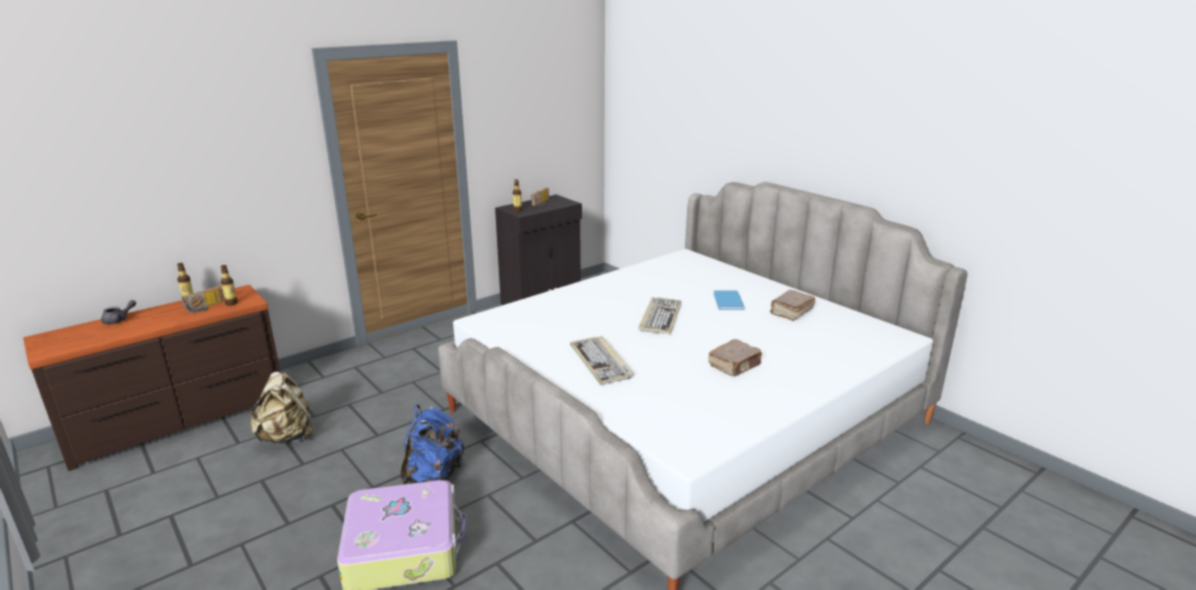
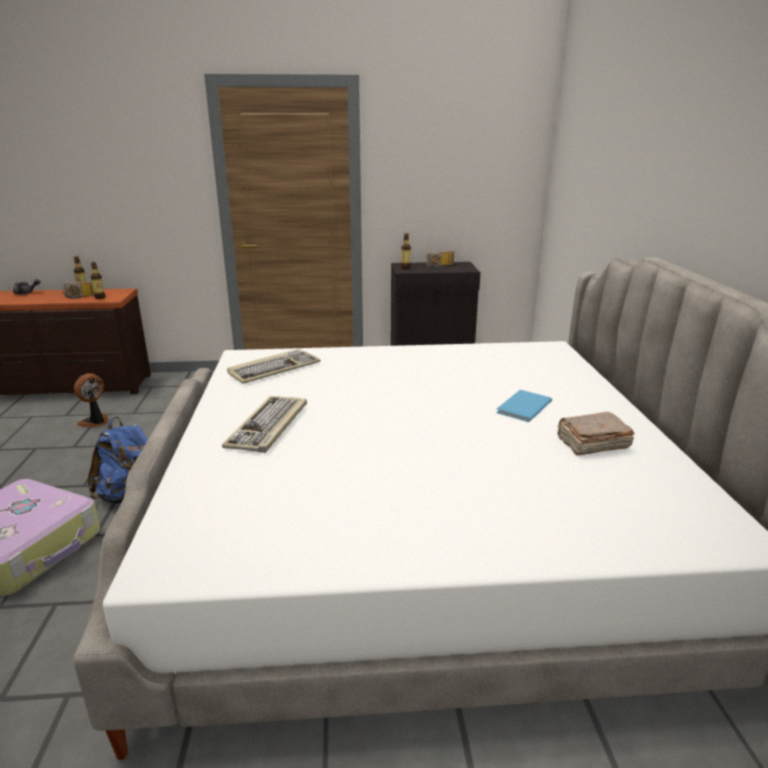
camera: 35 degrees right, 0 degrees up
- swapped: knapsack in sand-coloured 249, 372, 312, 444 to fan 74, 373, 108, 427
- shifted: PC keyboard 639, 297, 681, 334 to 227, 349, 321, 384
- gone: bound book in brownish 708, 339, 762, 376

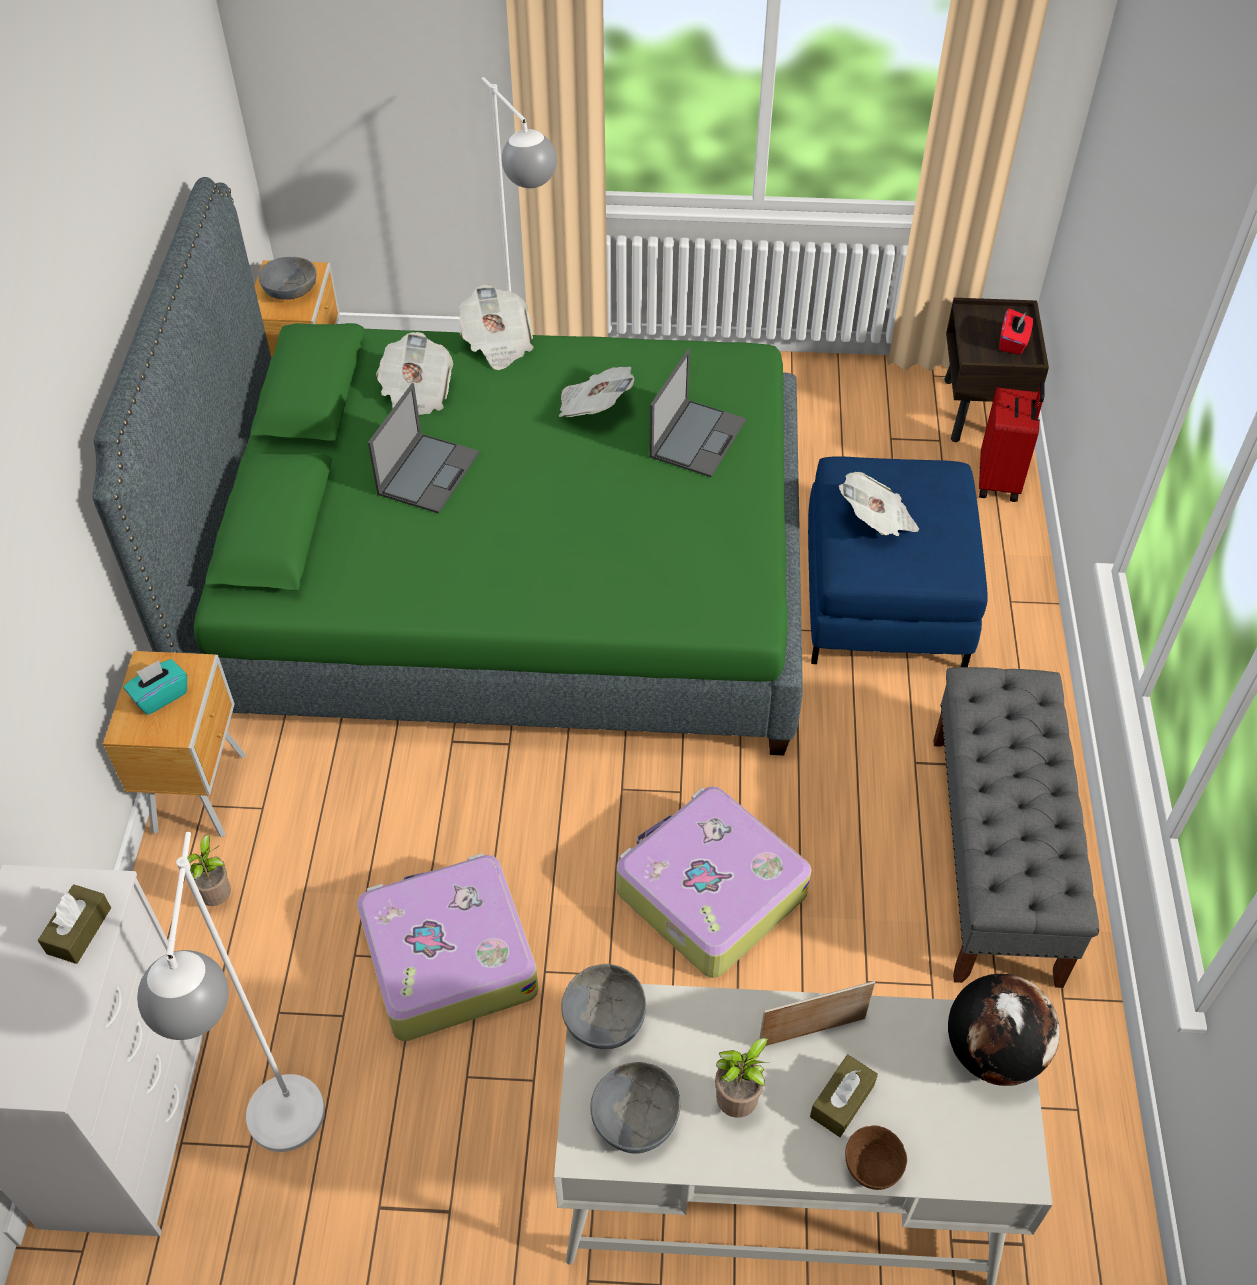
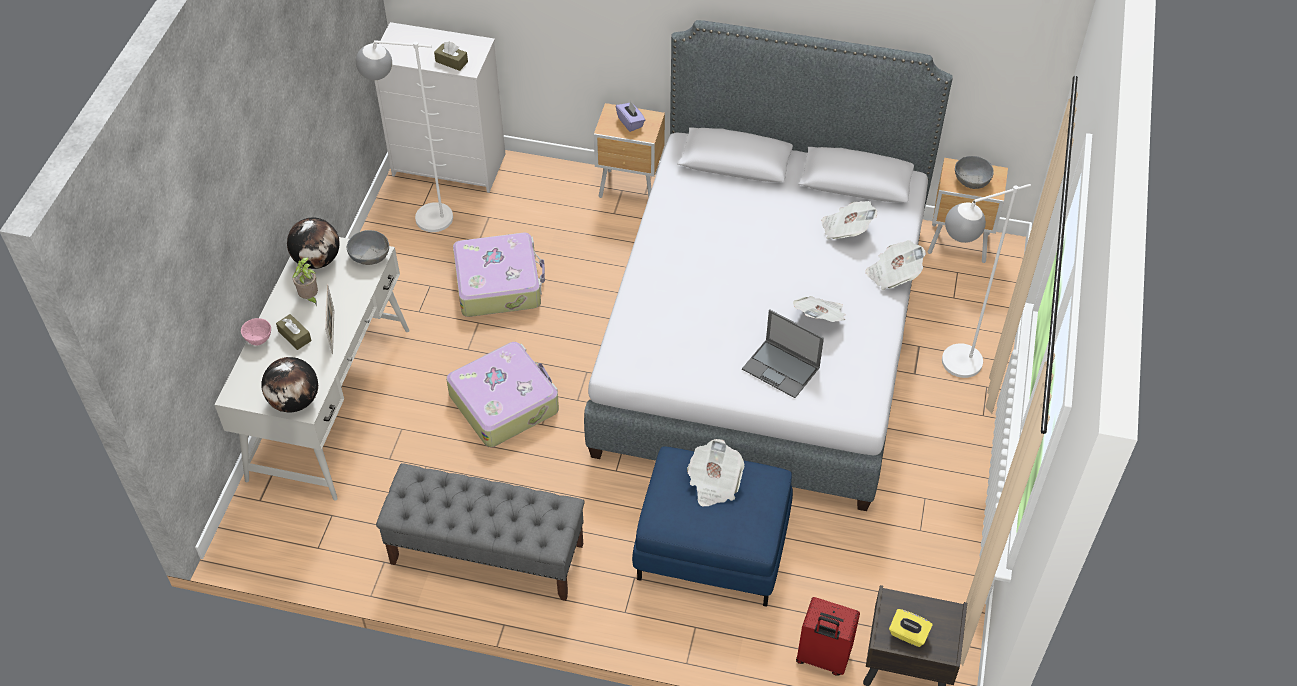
camera: 100 degrees right, 0 degrees up
- repainted: bedroom bed in green 92, 177, 803, 755 to bedroom bed in greyish 584, 20, 953, 511
- repainted: tissue box in turquoise-coloured 123, 659, 187, 715 to tissue box in purplish 616, 101, 645, 132
- gone: plant in a pot 187, 834, 231, 906
- gone: portable computer 368, 383, 479, 513
- swapped: deep dish in greyish 590, 1062, 680, 1154 to globe 287, 217, 340, 269
- repainted: deep dish in brownish 845, 1126, 907, 1190 to deep dish in pink 241, 318, 271, 345
- repainted: tissue box in red-coloured 999, 308, 1033, 355 to tissue box in yellow-coloured 889, 609, 933, 647

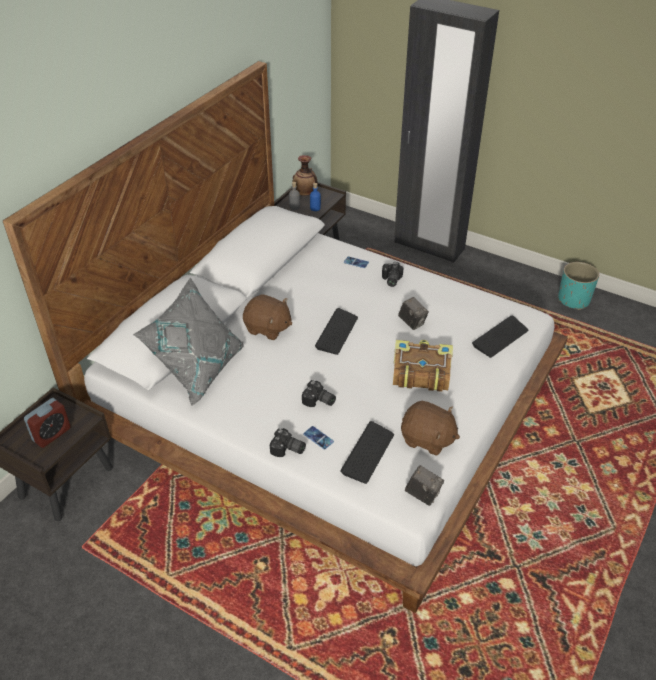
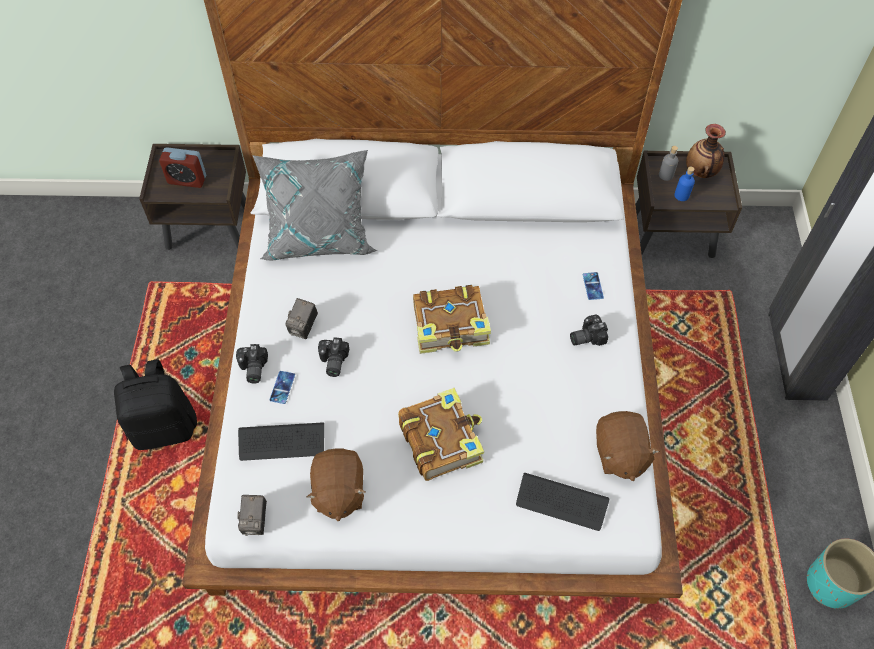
camera: 60 degrees right, 15 degrees up
- shifted: soft toy in brownish 243, 294, 292, 340 to 596, 411, 660, 481
- swapped: PC keyboard 315, 308, 358, 355 to bound book 413, 285, 491, 354
- shifted: photo camera 398, 297, 429, 330 to 286, 298, 318, 339
- new: knapsack in black-coloured 114, 359, 197, 450

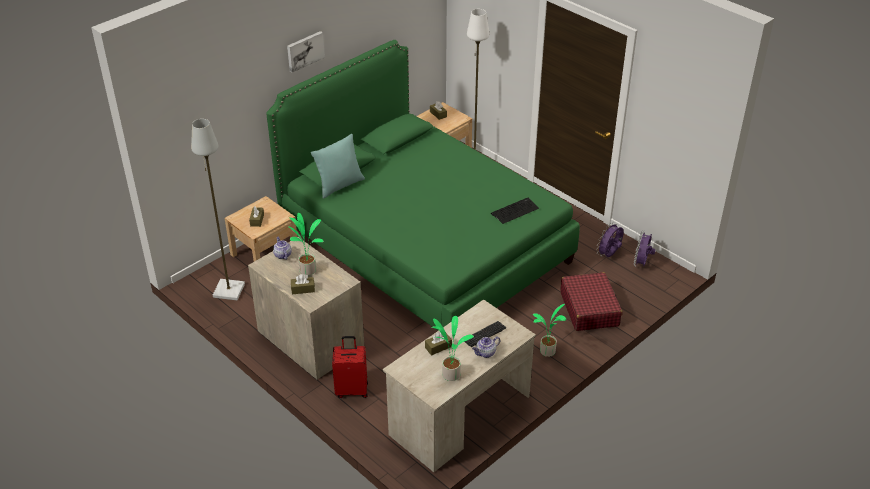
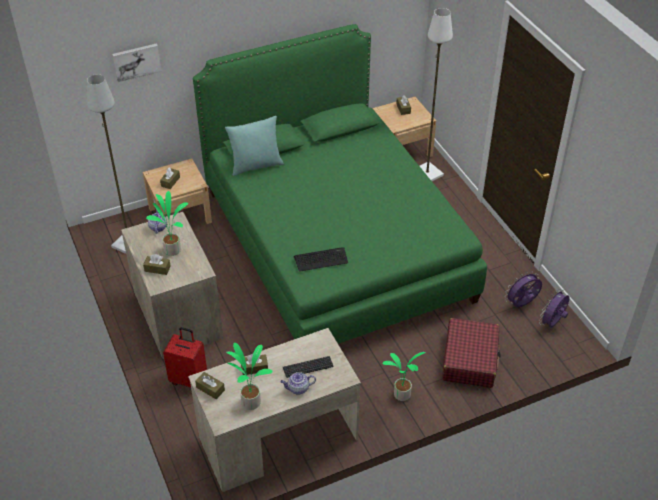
camera: 20 degrees right, 5 degrees up
- shifted: wall art 287, 31, 325, 73 to 112, 43, 162, 82
- shifted: PC keyboard 491, 198, 539, 224 to 294, 247, 348, 272
- new: tissue box in brownish 195, 372, 225, 399

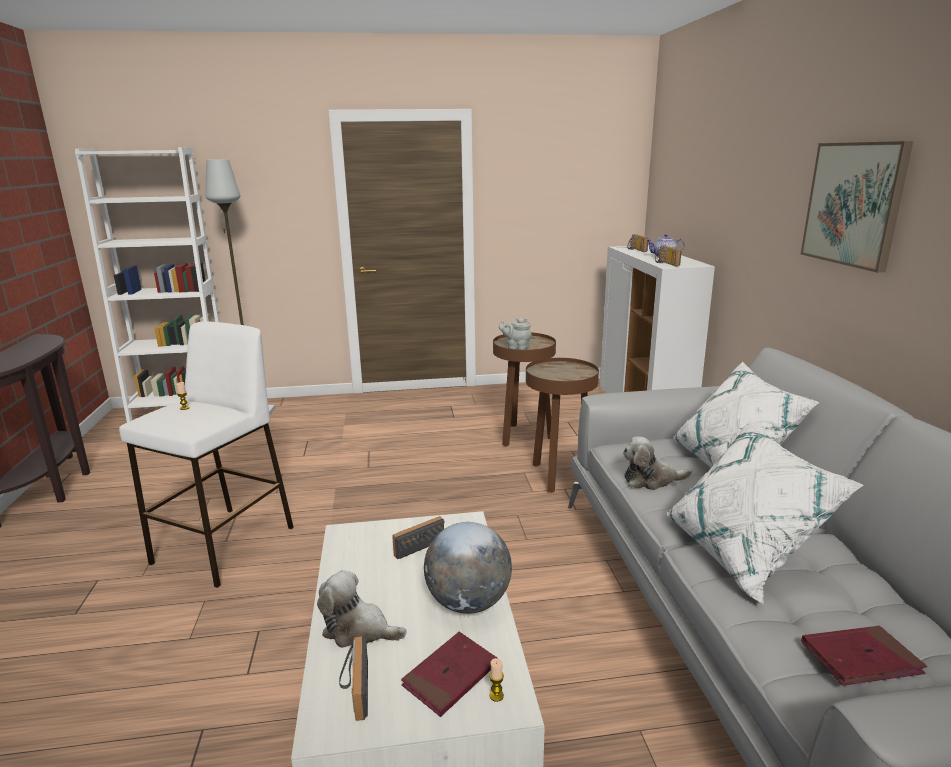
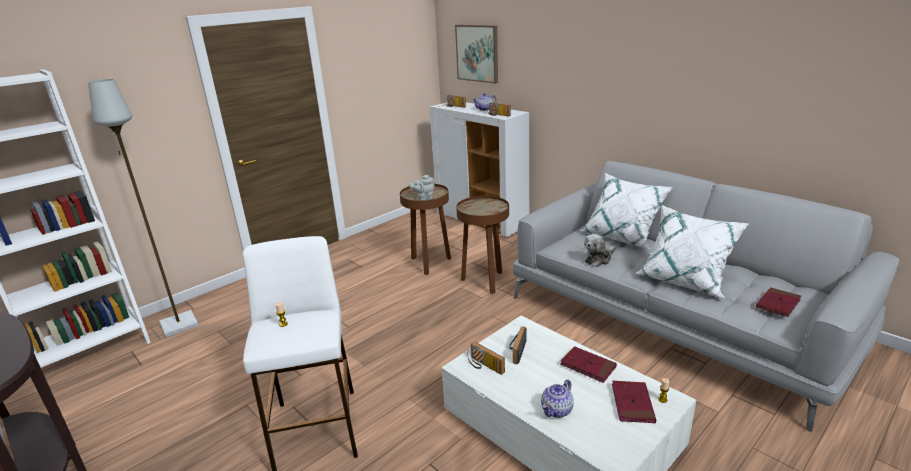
camera: 35 degrees left, 5 degrees up
- swapped: soft toy 317, 570, 407, 648 to teapot 541, 379, 574, 418
- shifted: radio 339, 636, 368, 721 to 467, 342, 505, 375
- swapped: globe 424, 522, 512, 614 to bound book in red-coloured 560, 346, 617, 383
- shifted: wall art 801, 141, 913, 273 to 455, 25, 498, 84

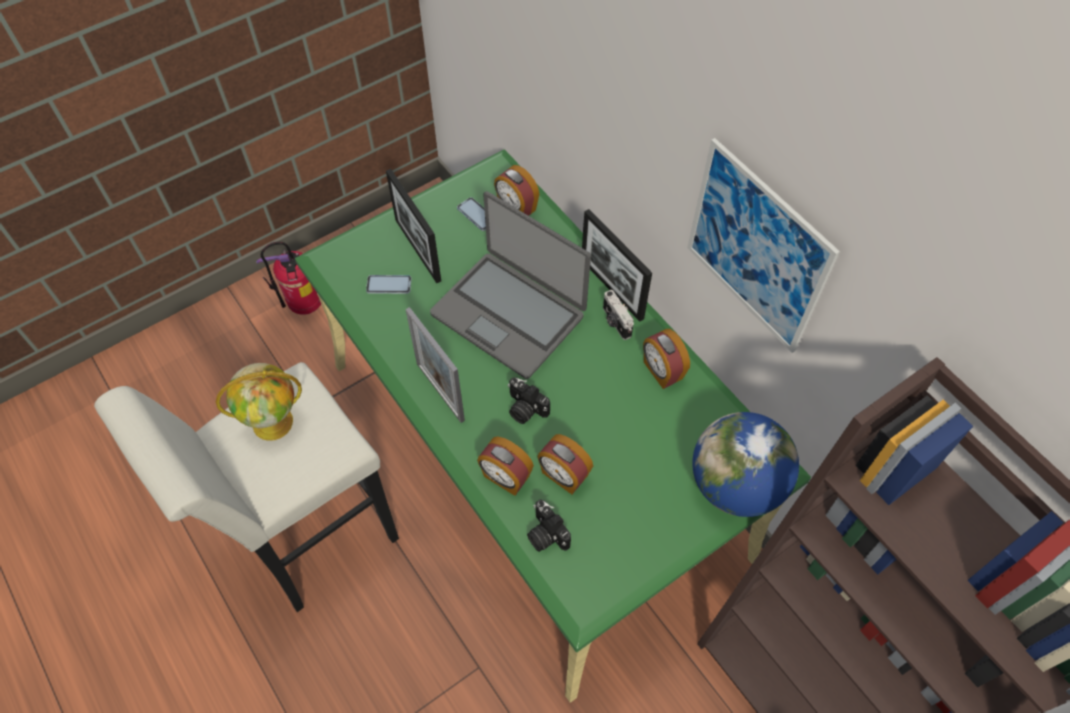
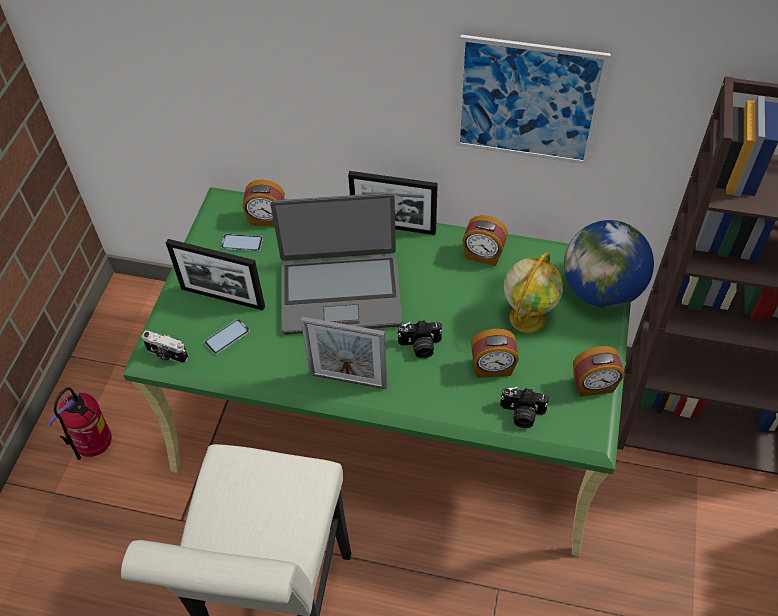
camera: 40 degrees left, 5 degrees down
- shifted: globe 216, 363, 302, 441 to 504, 253, 563, 333
- shifted: table clock 477, 436, 534, 496 to 573, 346, 624, 397
- shifted: photo camera 603, 290, 634, 340 to 141, 330, 189, 364

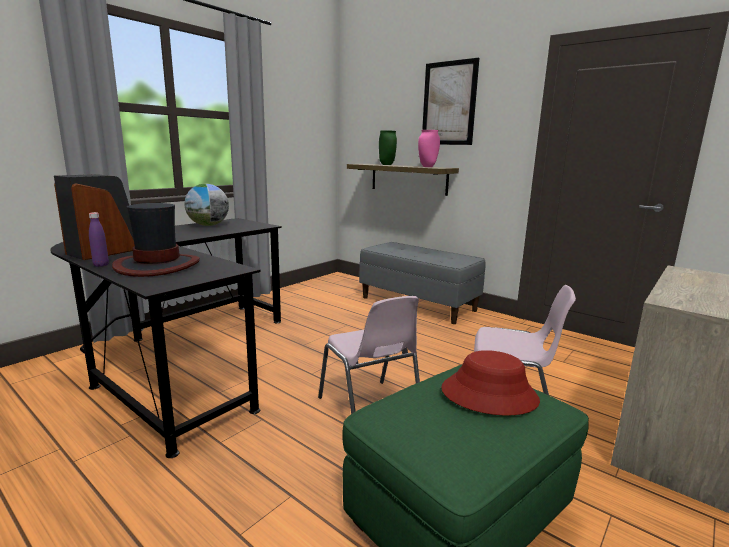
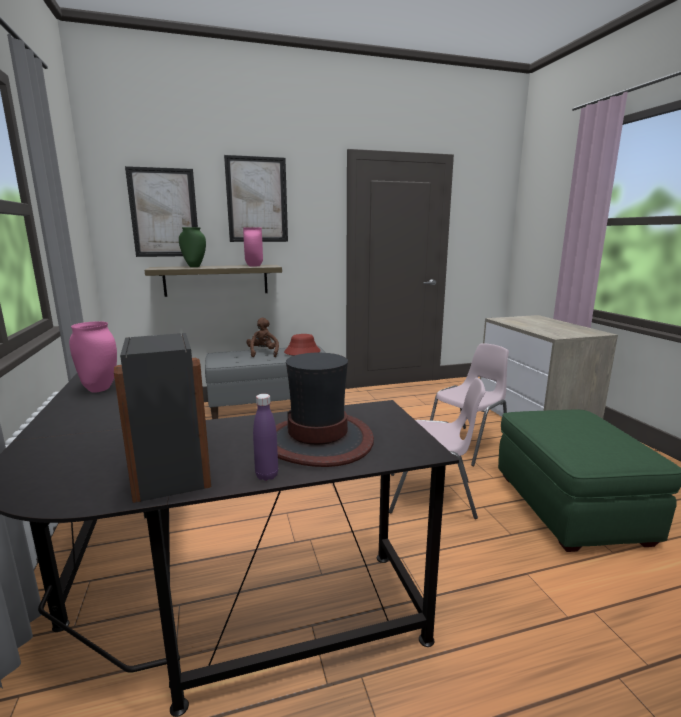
camera: 55 degrees left, 0 degrees up
- swapped: globe 184, 184, 229, 226 to flower vase in pink 69, 321, 117, 393
- shifted: clothing hat in red-coloured 441, 350, 540, 416 to 284, 334, 321, 355
- new: wall art 125, 166, 198, 257
- new: soft toy in brownish 246, 317, 279, 357

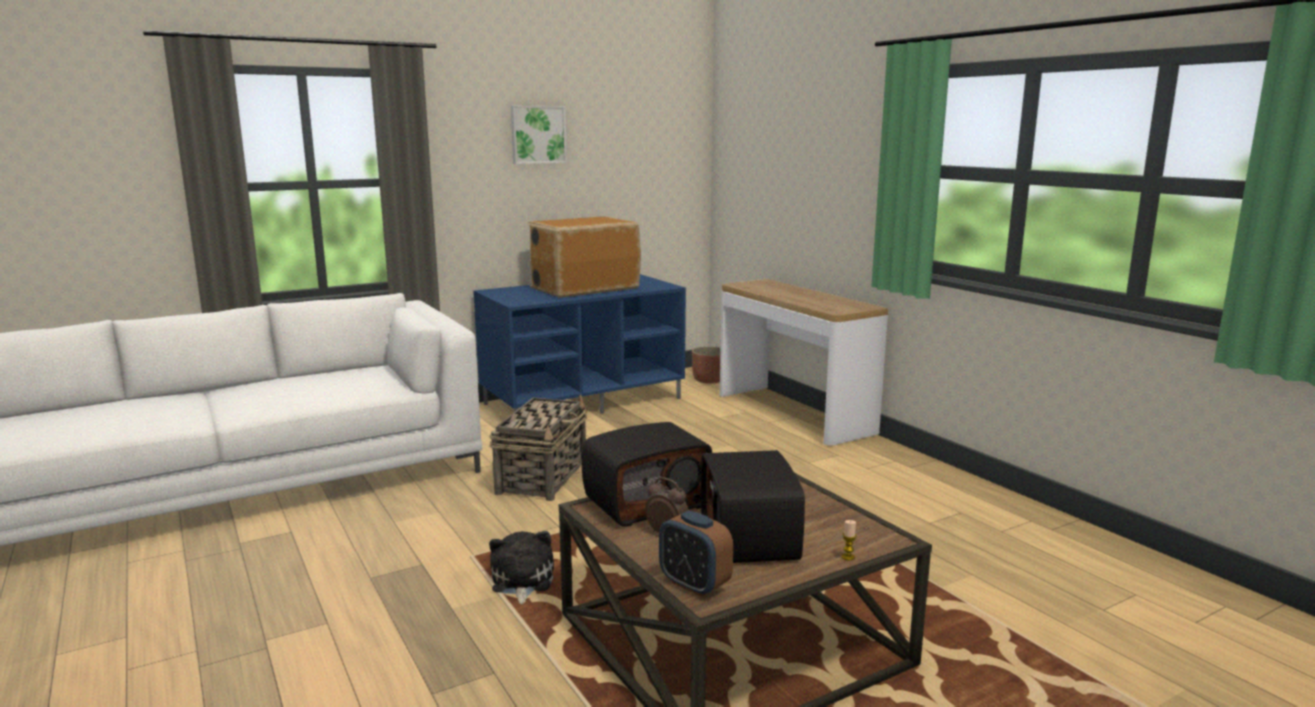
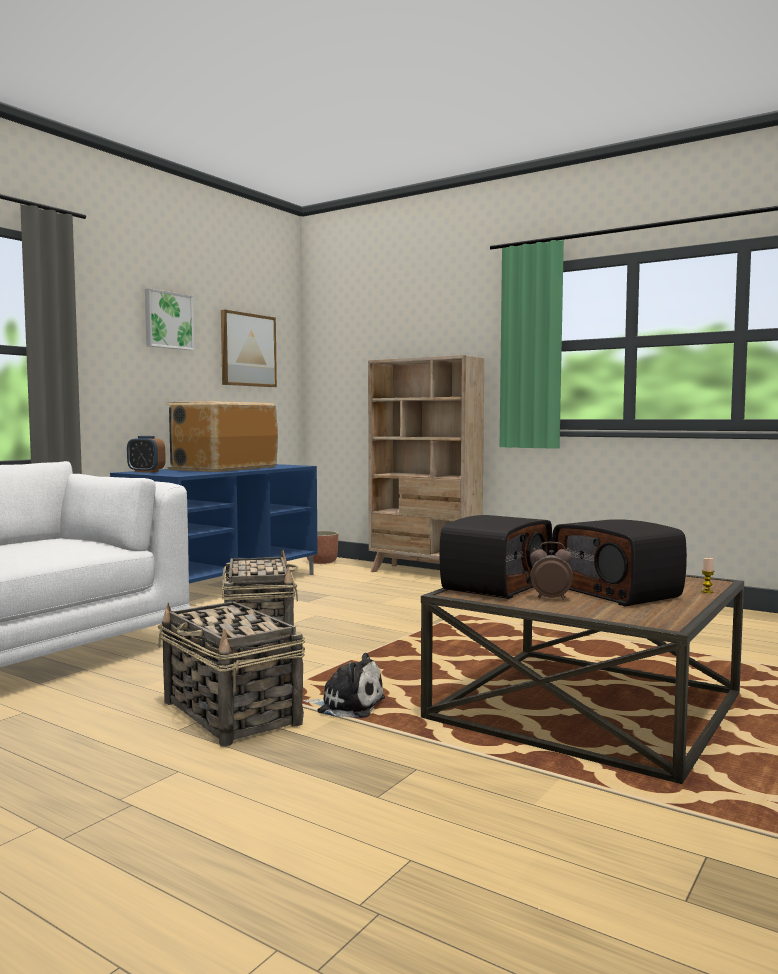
camera: 25 degrees left, 10 degrees down
- rotated: soft toy 489, 531, 554, 604 = 303, 653, 385, 718 135 degrees clockwise
- shifted: table clock 659, 510, 733, 597 to 127, 436, 166, 473
- swapped: hall table 720, 279, 888, 446 to shelving unit in sand-coloured 368, 355, 484, 572
- new: basket 158, 602, 305, 747
- new: wall art 221, 310, 277, 387

